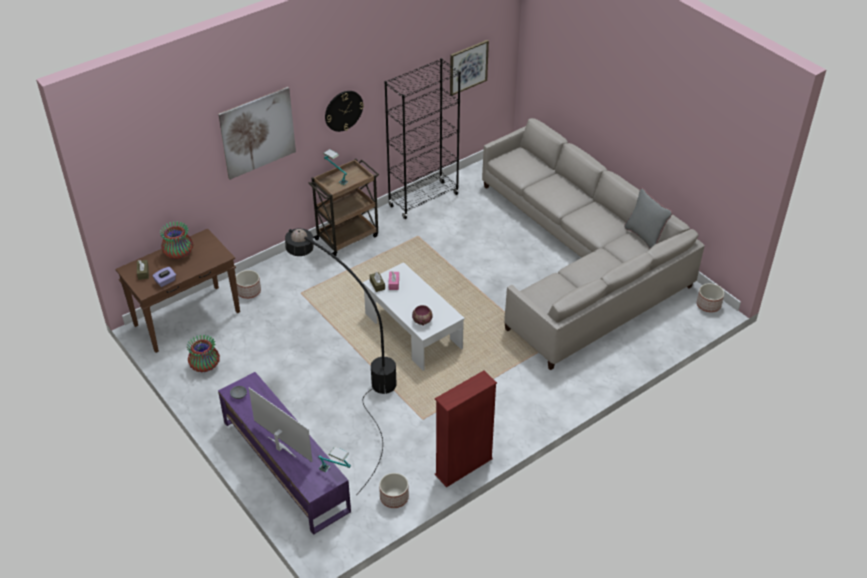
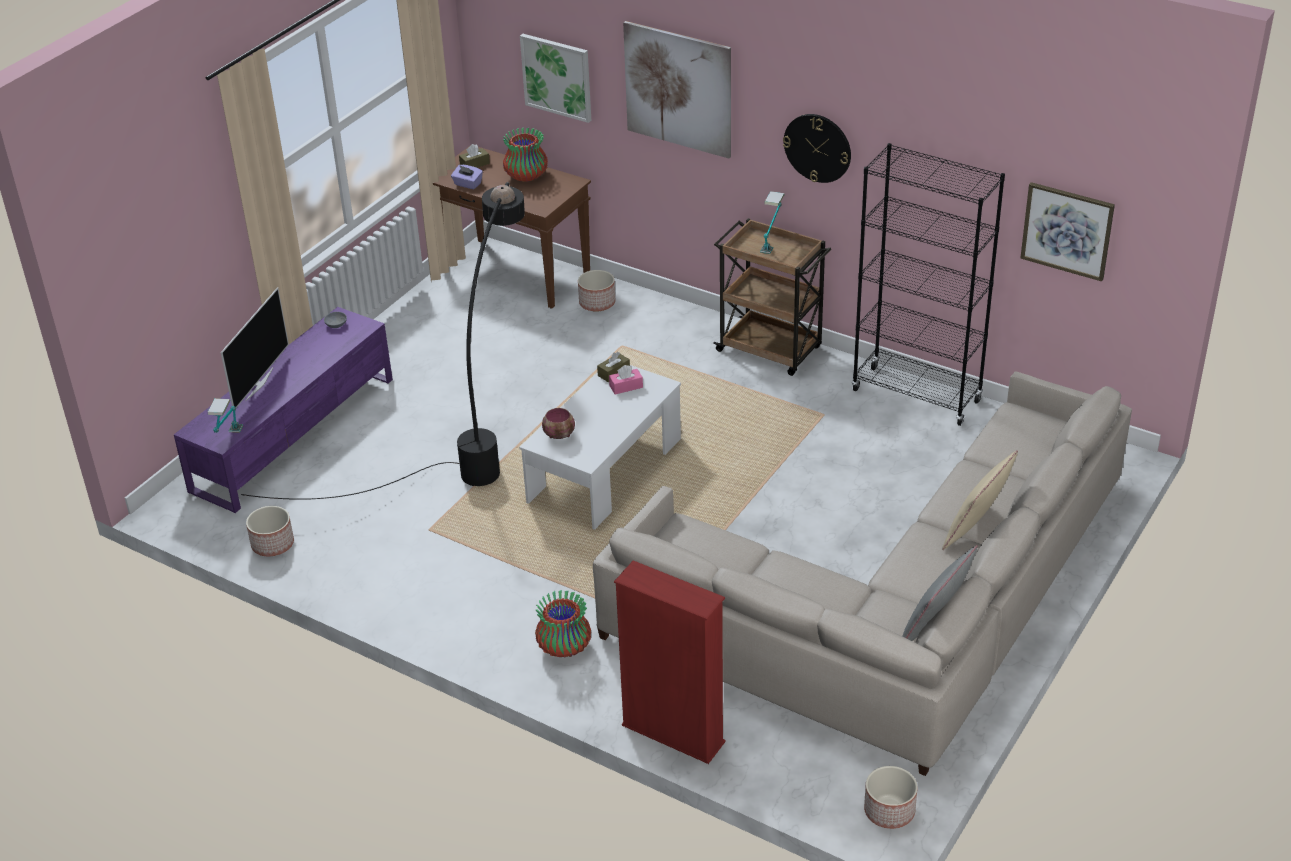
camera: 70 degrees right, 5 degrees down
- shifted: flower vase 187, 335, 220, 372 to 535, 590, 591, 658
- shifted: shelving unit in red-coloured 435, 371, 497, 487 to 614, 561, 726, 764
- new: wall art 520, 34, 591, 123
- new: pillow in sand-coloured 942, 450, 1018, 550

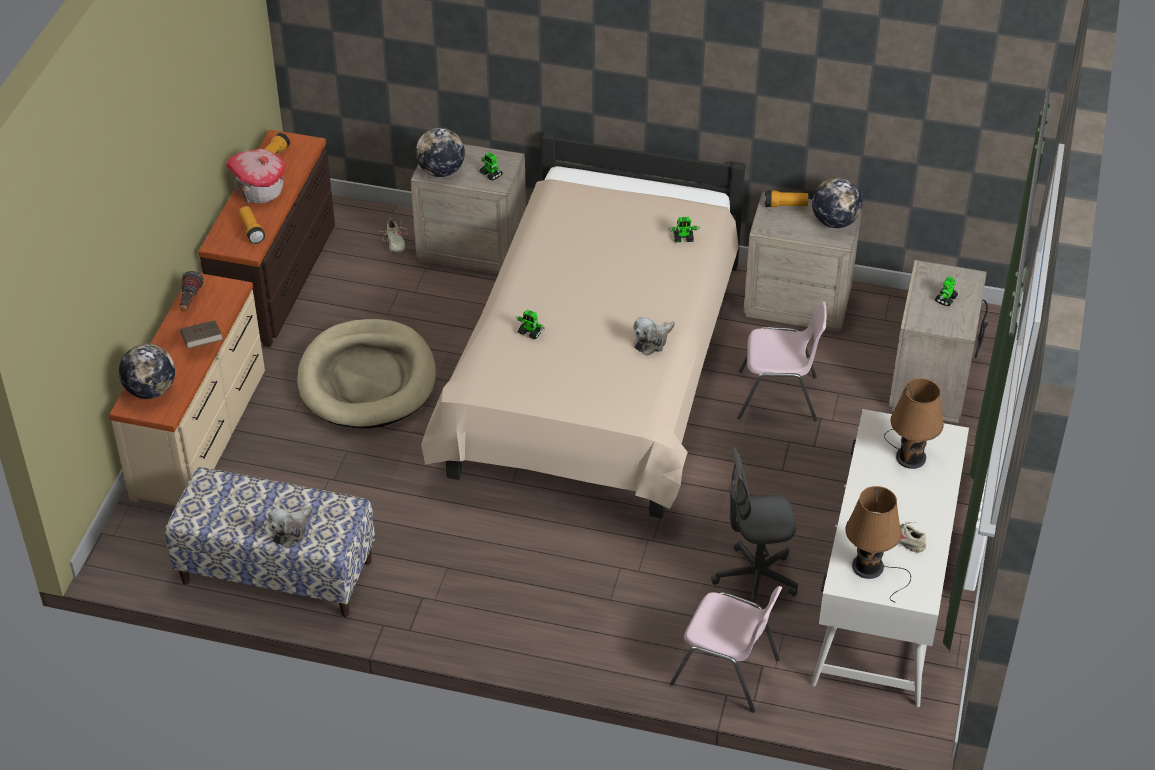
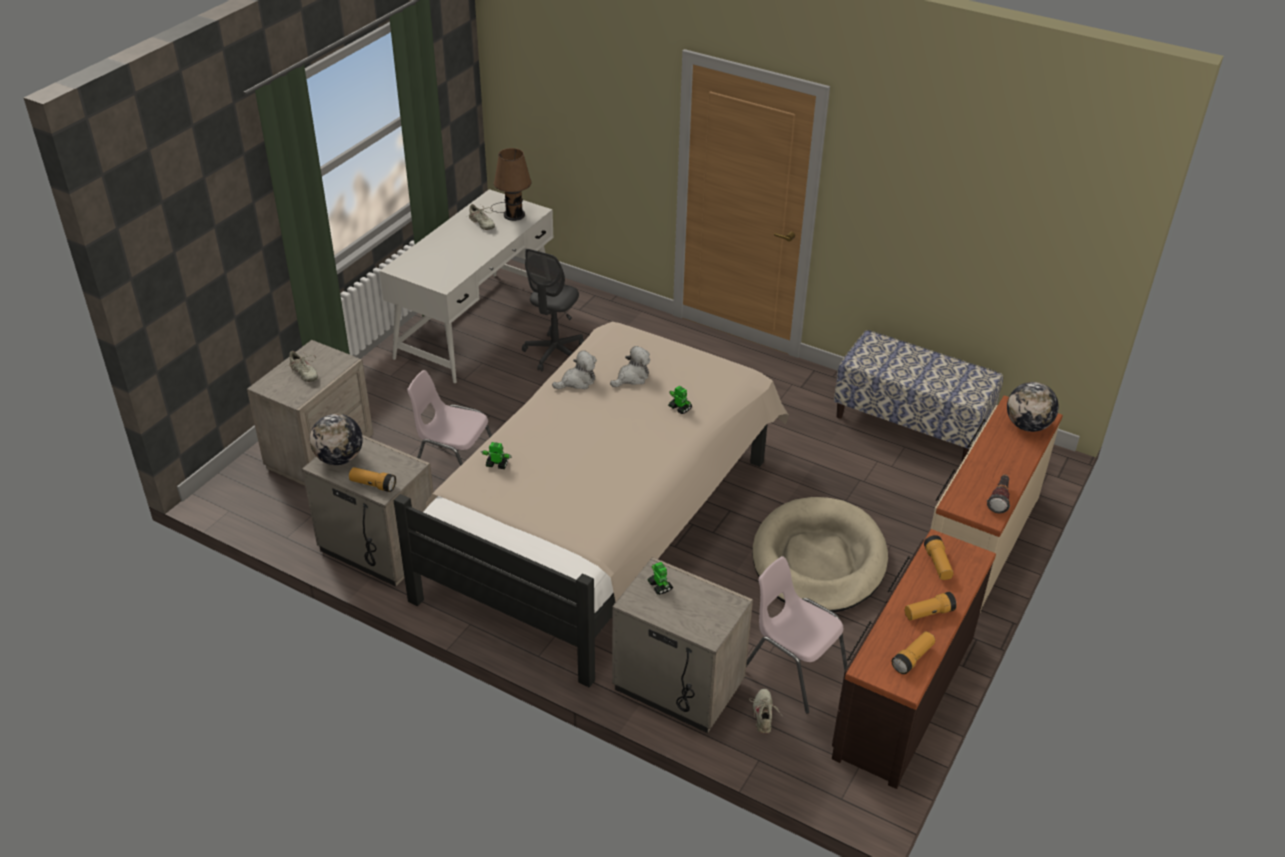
camera: 165 degrees left, 5 degrees down
- gone: bound book in brownish 180, 320, 223, 348
- swapped: miniature house 226, 149, 286, 204 to flashlight 905, 592, 957, 621
- shifted: soft toy 268, 506, 313, 548 to 610, 346, 650, 387
- gone: globe 416, 128, 465, 177
- shifted: chair in pink 670, 586, 782, 712 to 746, 556, 847, 714
- rotated: desk chair in greyish 711, 446, 798, 603 = 522, 249, 584, 371 105 degrees clockwise
- gone: table lamp in brownish 884, 378, 944, 469
- swapped: robot figure 935, 276, 958, 306 to shoe in sand-coloured 287, 351, 318, 382

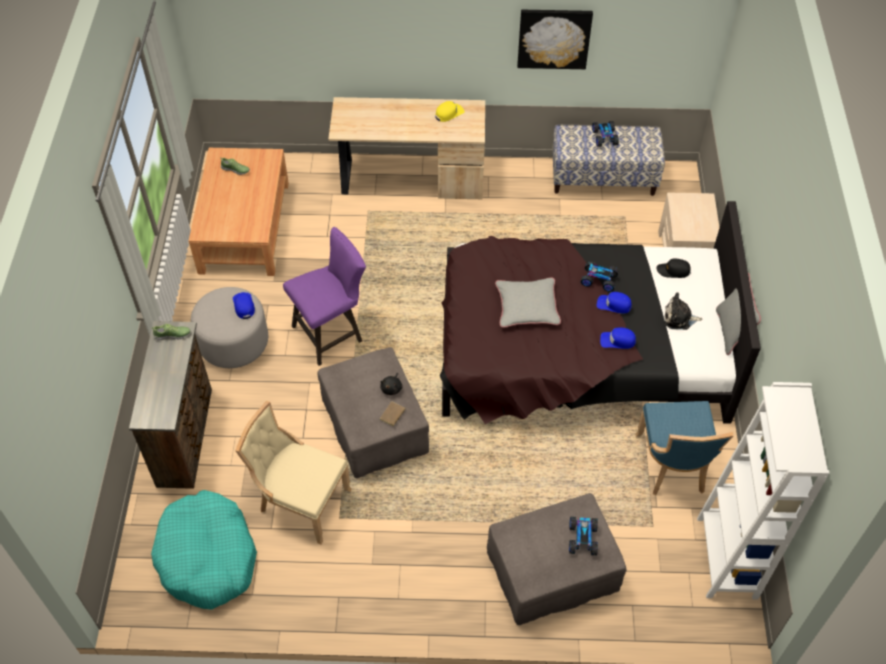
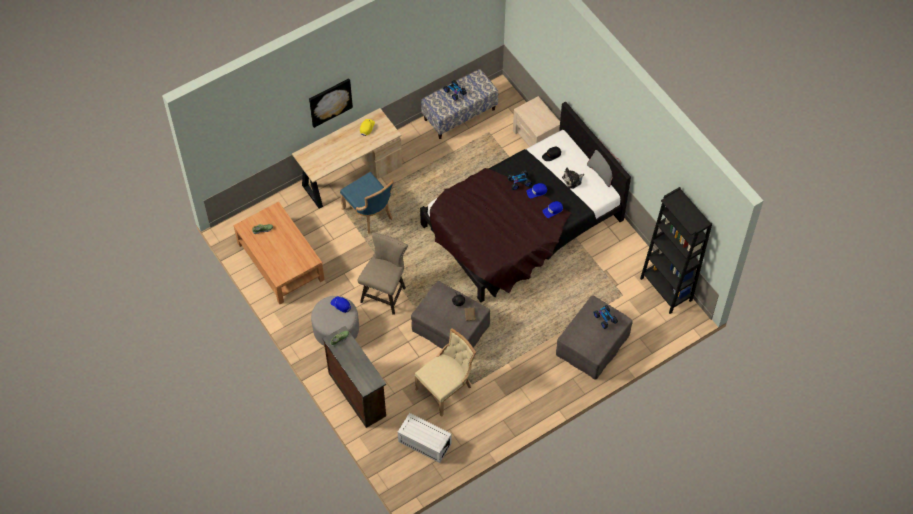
camera: 35 degrees left, 5 degrees up
- swapped: dog bed in turquoise-coloured 151, 490, 257, 610 to storage container in white 398, 413, 451, 463
- rotated: chair in sand-coloured 235, 401, 352, 545 = 415, 328, 476, 417 150 degrees clockwise
- repainted: stool seat in purplish 283, 227, 366, 366 to stool seat in sand-coloured 358, 233, 408, 315
- gone: pillow in greyish 495, 278, 561, 328
- shifted: wall art 517, 10, 593, 69 to 309, 78, 353, 128
- shifted: chair in bluish 635, 401, 734, 495 to 340, 172, 394, 234
- repainted: shelving unit in white 697, 382, 829, 600 to shelving unit in black-coloured 640, 187, 712, 314

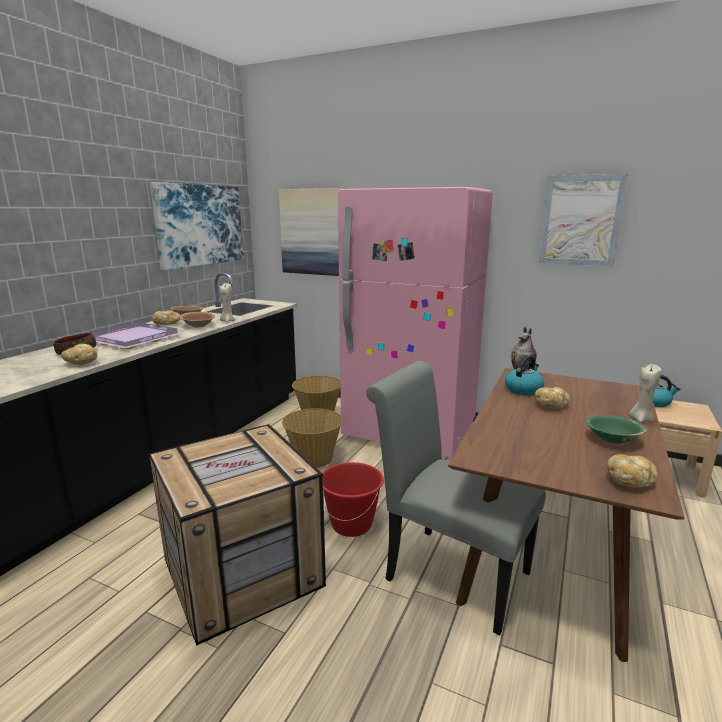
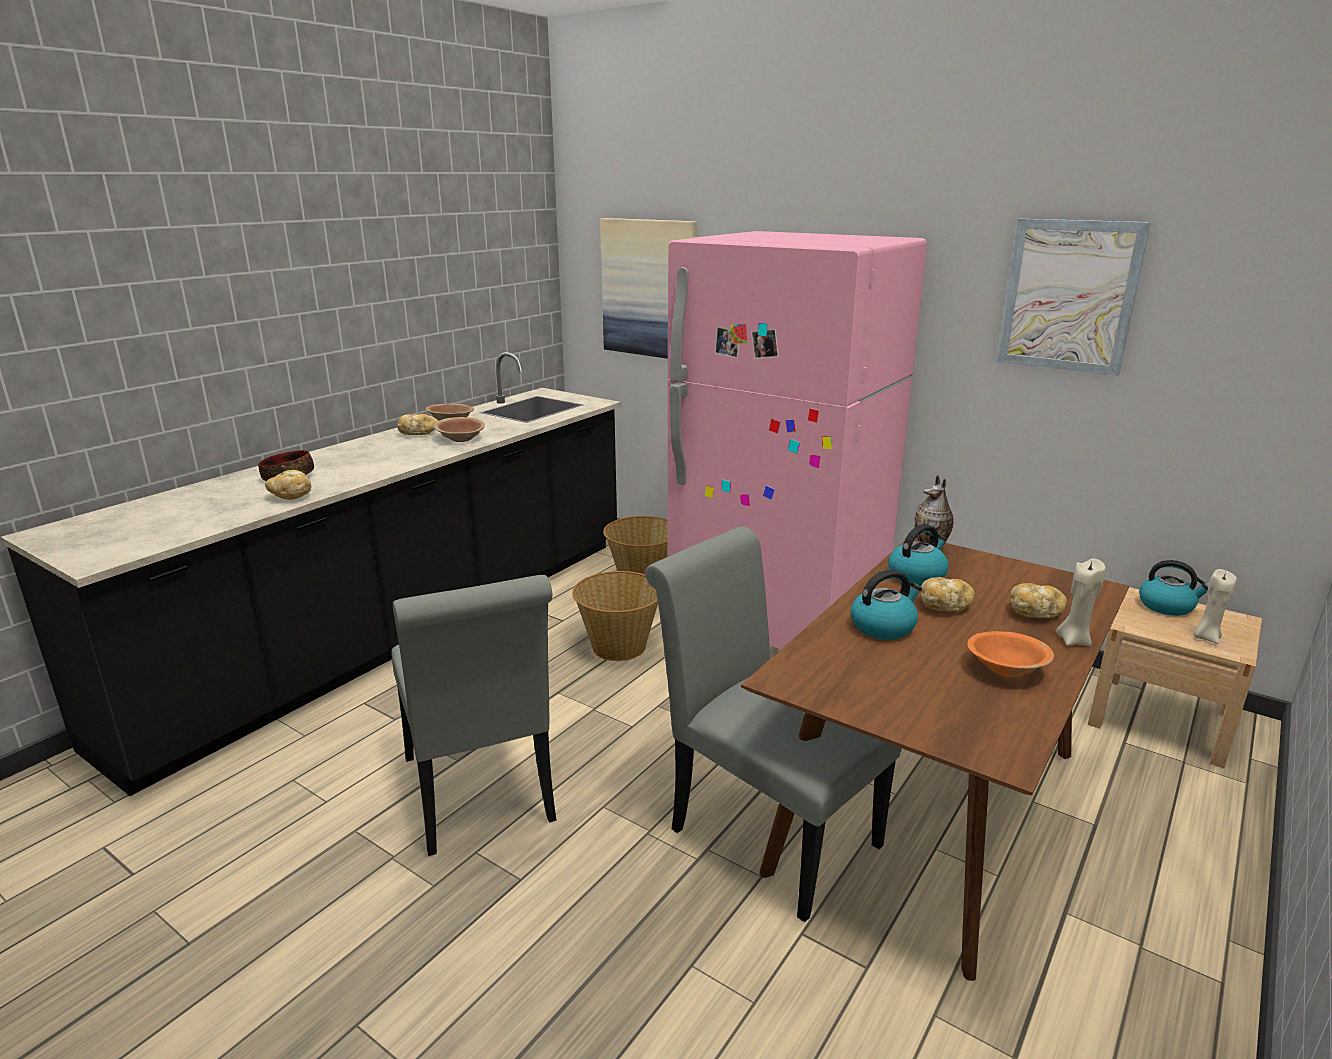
camera: 10 degrees right, 5 degrees up
- gone: serving tray in purplish 92, 322, 183, 349
- swapped: packing crate 149, 424, 326, 646 to chair in greyish 391, 575, 556, 856
- gone: wall art 150, 182, 243, 270
- shifted: wax candle in sand-coloured 219, 283, 235, 322 to 1193, 569, 1237, 644
- gone: bucket in red-coloured 322, 462, 384, 537
- repainted: deep dish in green 586, 415, 647, 444 to deep dish in orange-coloured 967, 631, 1054, 677
- shifted: bread 607, 454, 658, 488 to 1010, 583, 1067, 618
- new: tea kettle 851, 569, 922, 640

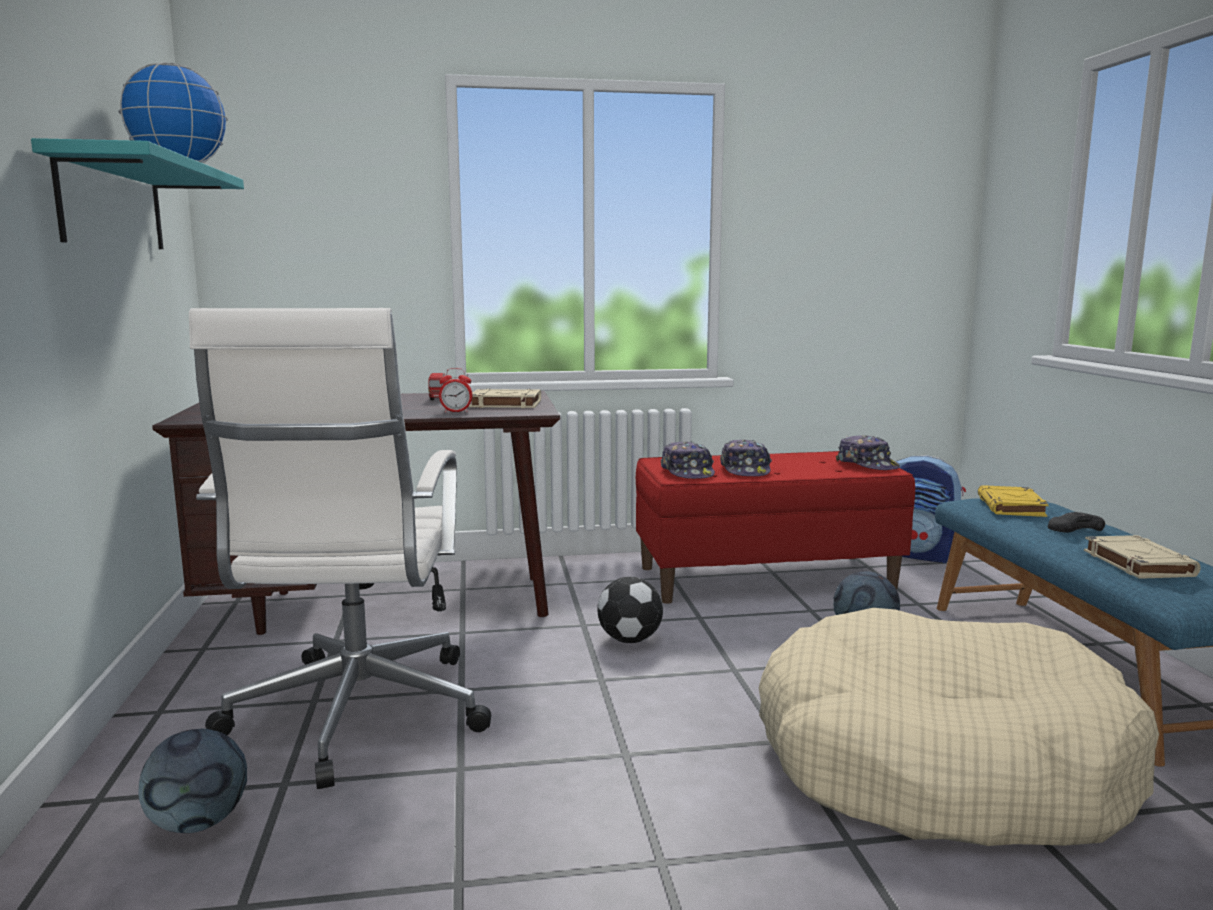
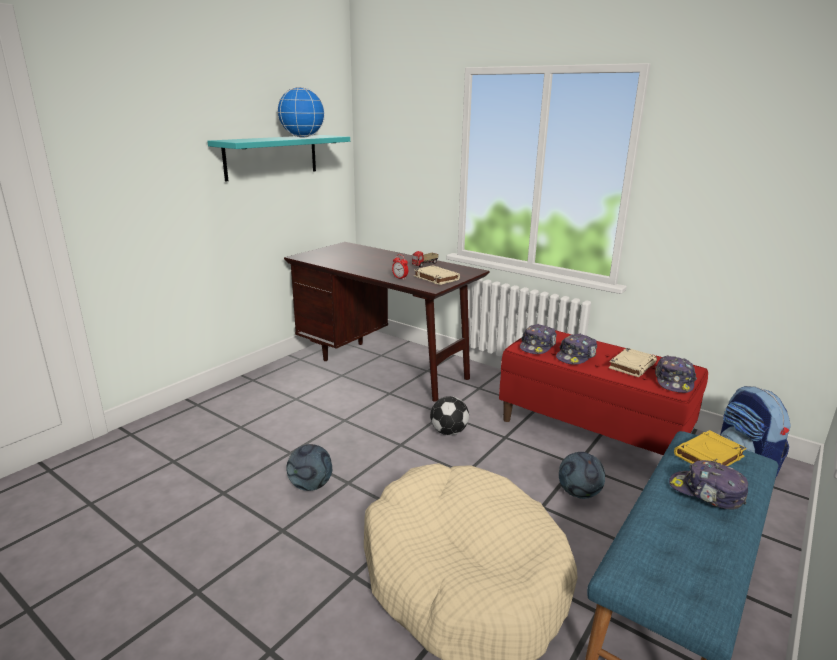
camera: 45 degrees right, 10 degrees up
- shifted: football ball 138, 728, 247, 833 to 286, 444, 332, 491
- gone: desk chair in white 189, 308, 491, 789
- swapped: miniature car in black-coloured 1048, 512, 1105, 533 to peaked cap 669, 460, 748, 510
- shifted: bound book in sand-coloured 1084, 535, 1201, 579 to 609, 348, 657, 377

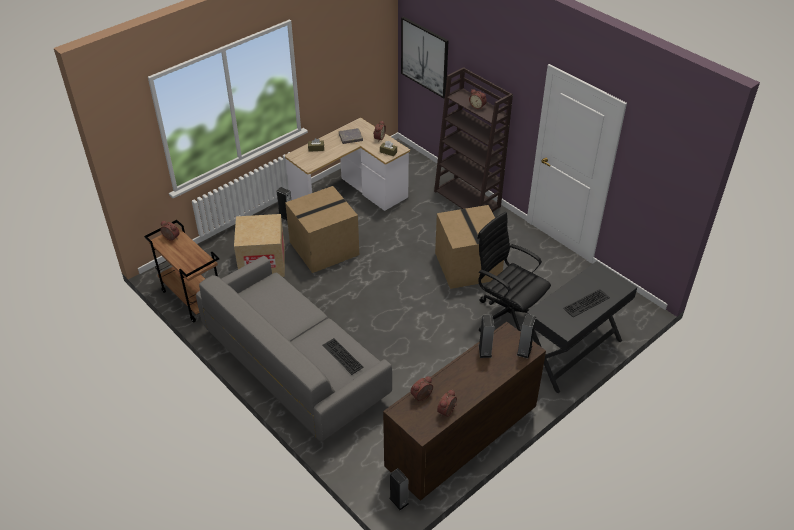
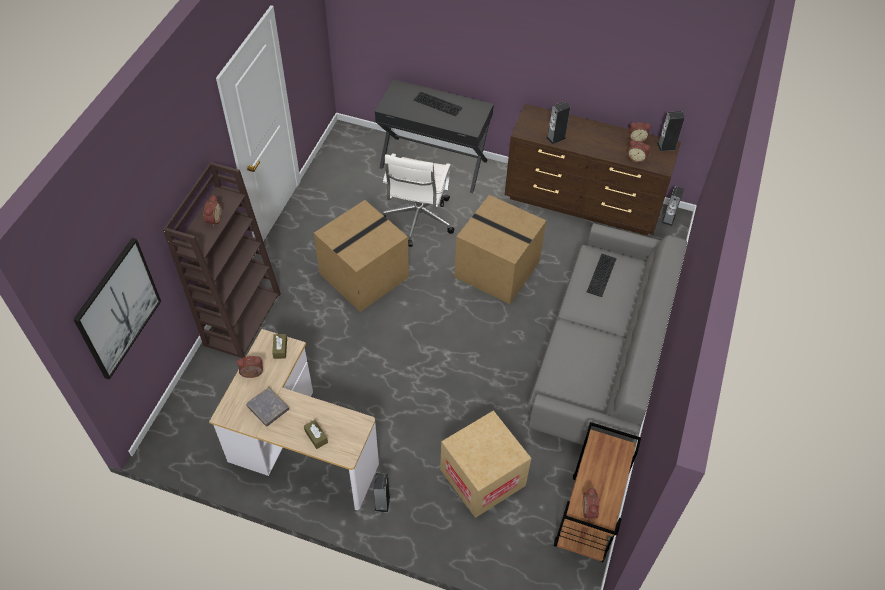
camera: 120 degrees left, 10 degrees up
- shifted: cardboard box 285, 186, 359, 273 to 455, 195, 546, 304
- repainted: desk chair in black-coloured 477, 212, 551, 332 to desk chair in white 382, 153, 454, 247
- shifted: loudspeaker 517, 314, 536, 359 to 657, 111, 685, 151

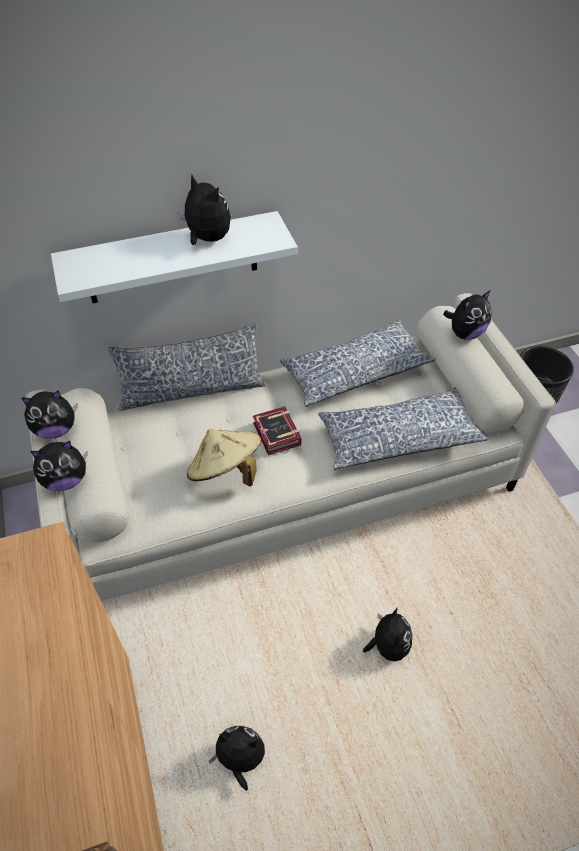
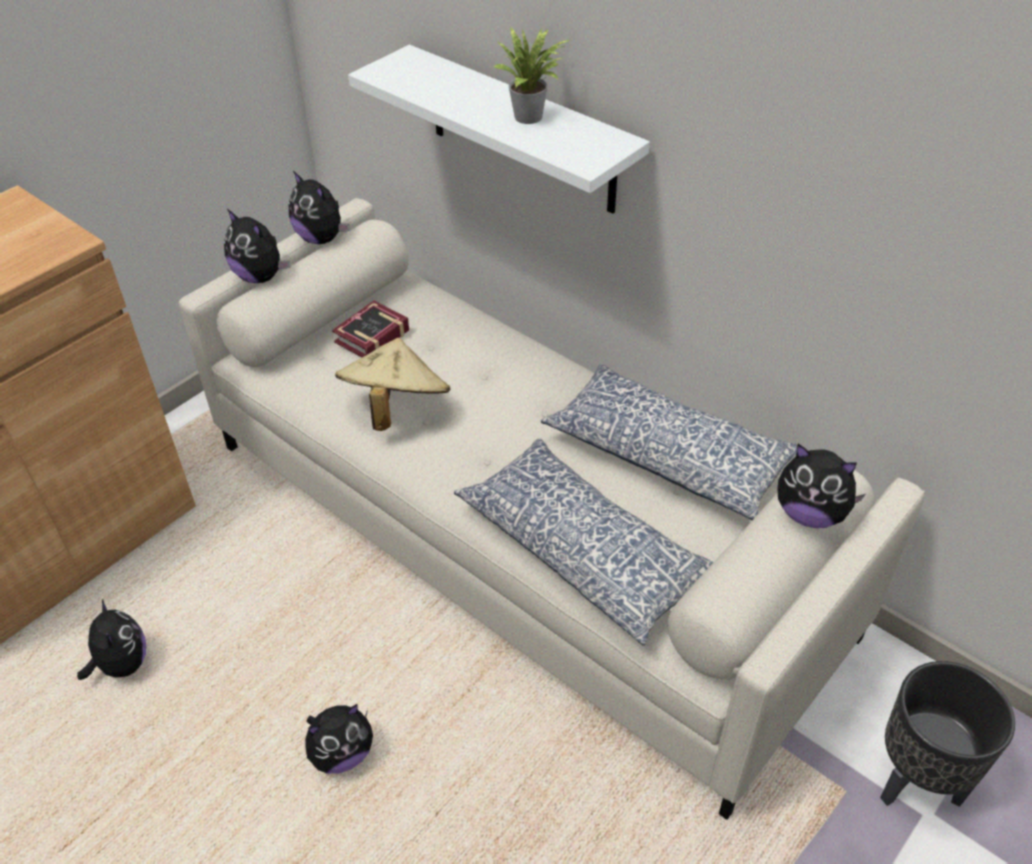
camera: 60 degrees right, 5 degrees down
- gone: pillow 108, 323, 266, 411
- swapped: soft toy 177, 175, 231, 245 to plant in a pot 492, 26, 570, 124
- shifted: bound book 253, 406, 301, 456 to 332, 301, 409, 358

